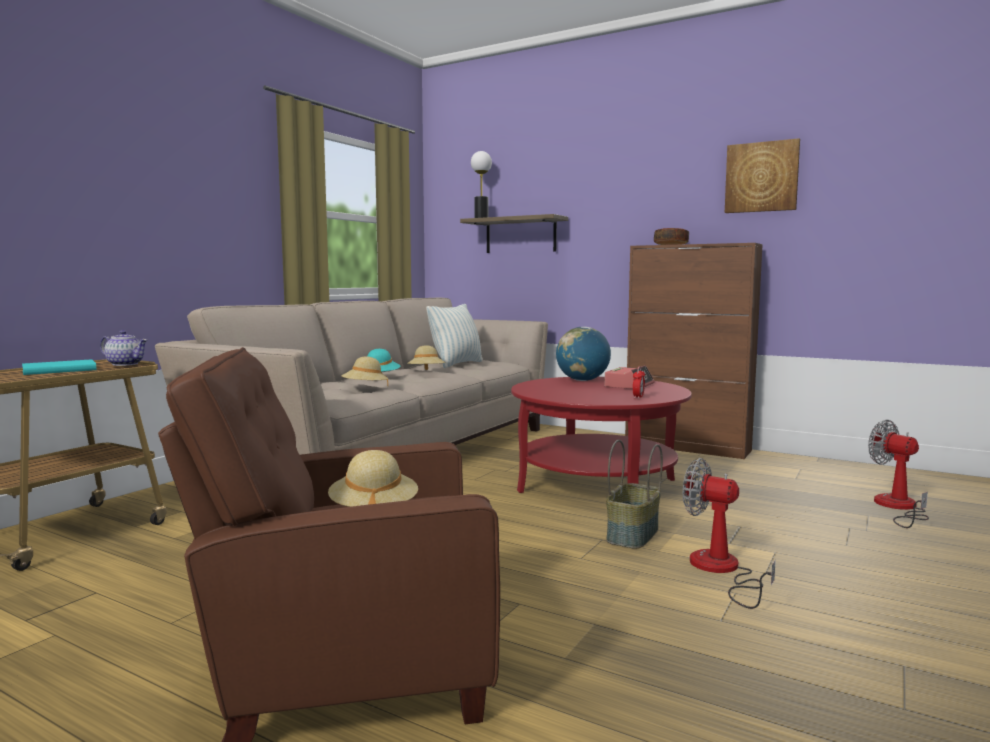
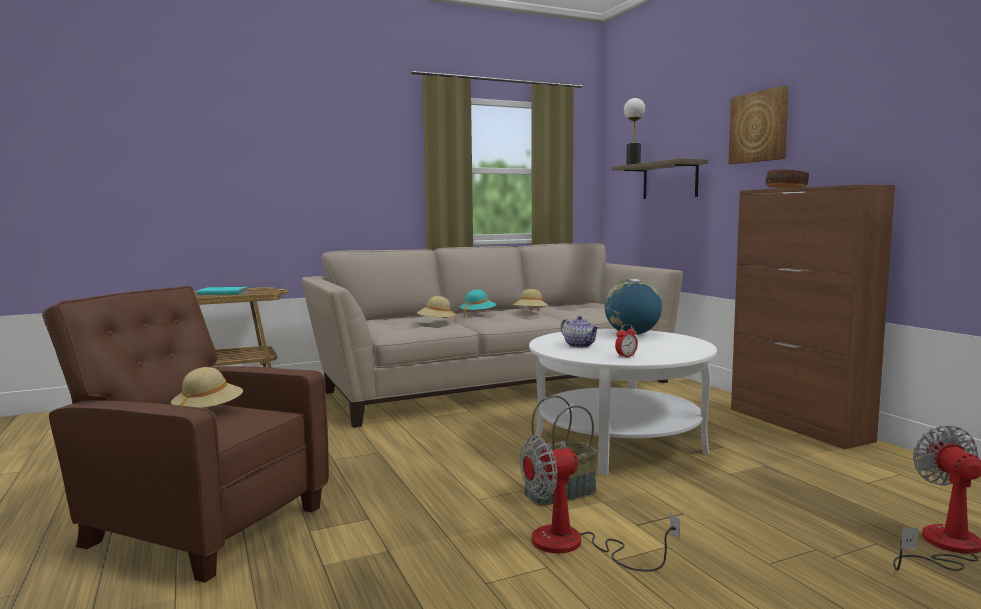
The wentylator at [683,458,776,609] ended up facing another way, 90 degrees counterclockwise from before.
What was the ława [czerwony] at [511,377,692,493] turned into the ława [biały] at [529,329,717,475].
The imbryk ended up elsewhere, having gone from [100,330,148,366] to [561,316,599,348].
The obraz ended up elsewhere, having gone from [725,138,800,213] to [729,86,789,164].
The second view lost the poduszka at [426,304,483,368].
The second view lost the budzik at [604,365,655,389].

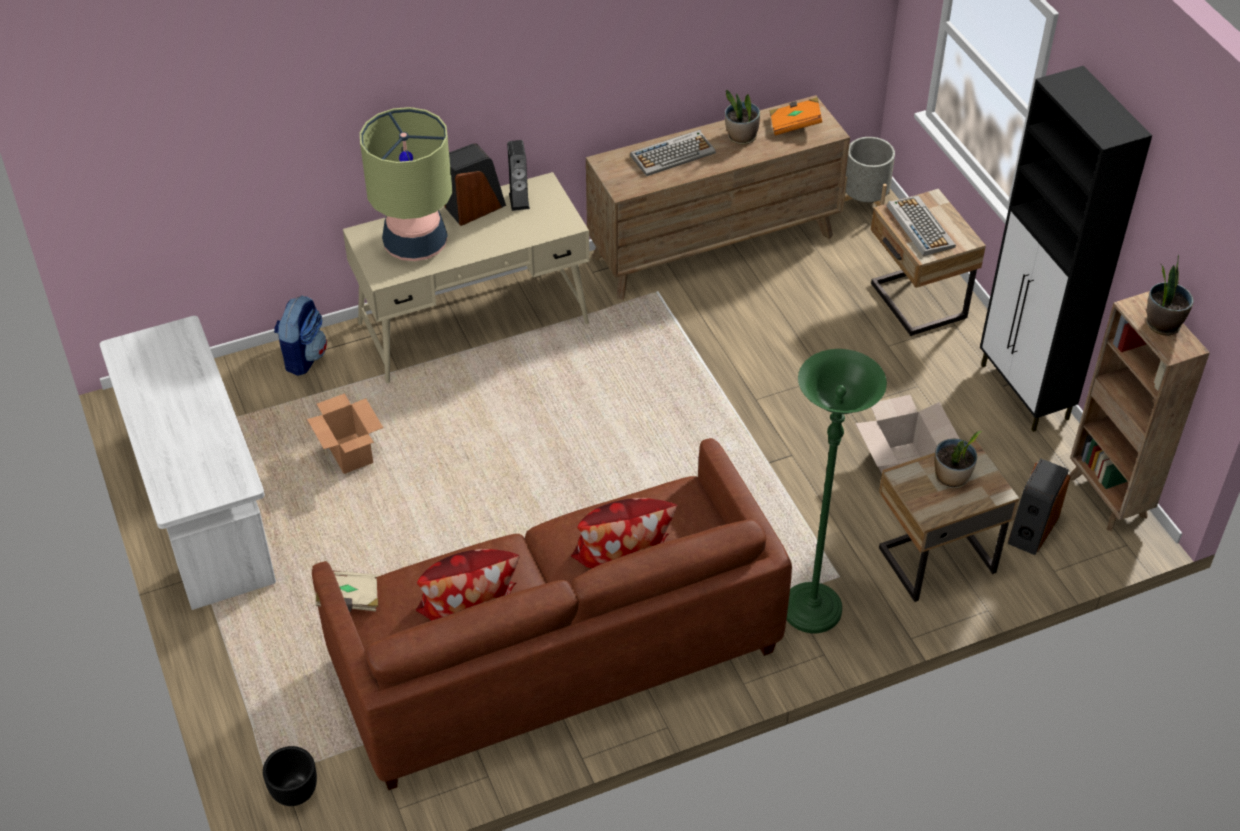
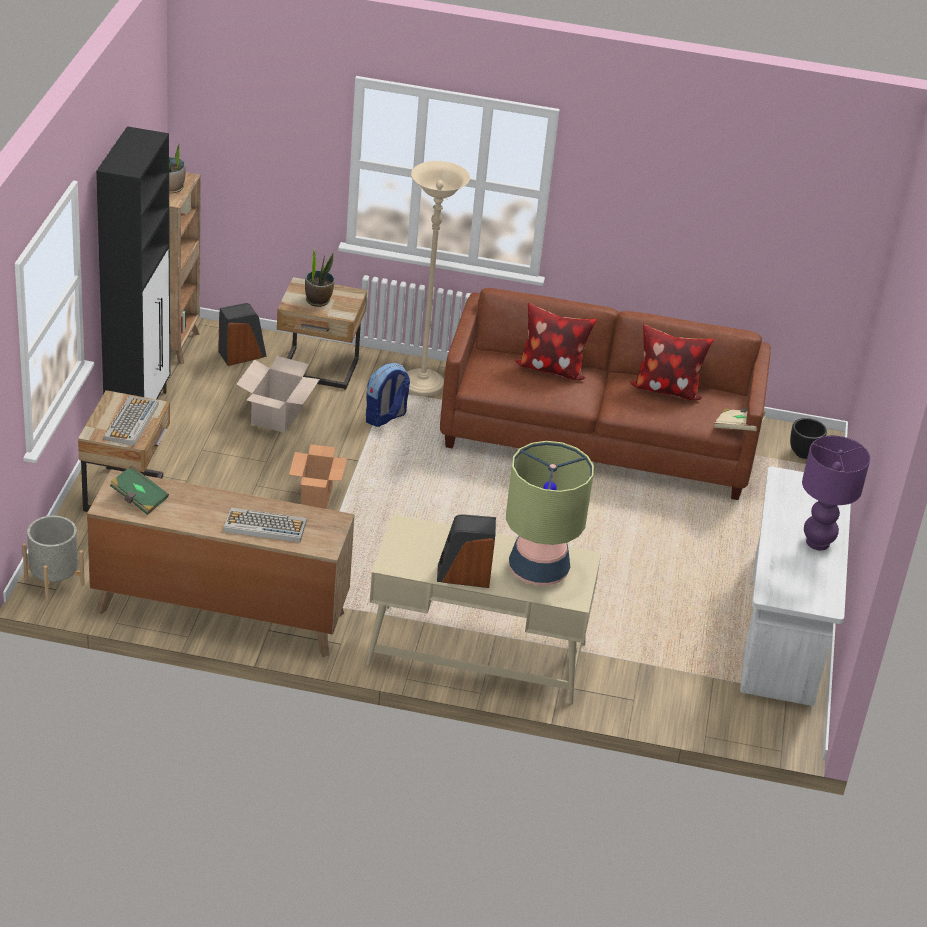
What was the książka [pomarańczowy] at [770,97,822,136] turned into the książka [zielony] at [110,465,169,515].
The karton ended up elsewhere, having gone from [307,393,383,474] to [289,444,347,509].
The plecak ended up elsewhere, having gone from [274,295,327,376] to [366,363,410,427].
What was the lampa stojąca [zielony] at [786,349,887,633] turned into the lampa stojąca [beżowy] at [407,161,470,397].
The second view gained the lampa stołowa [fioletowy] at [802,436,870,550].
The second view lost the głośnik at [507,140,530,211].
The second view lost the roślina doniczkowa at [725,89,760,145].

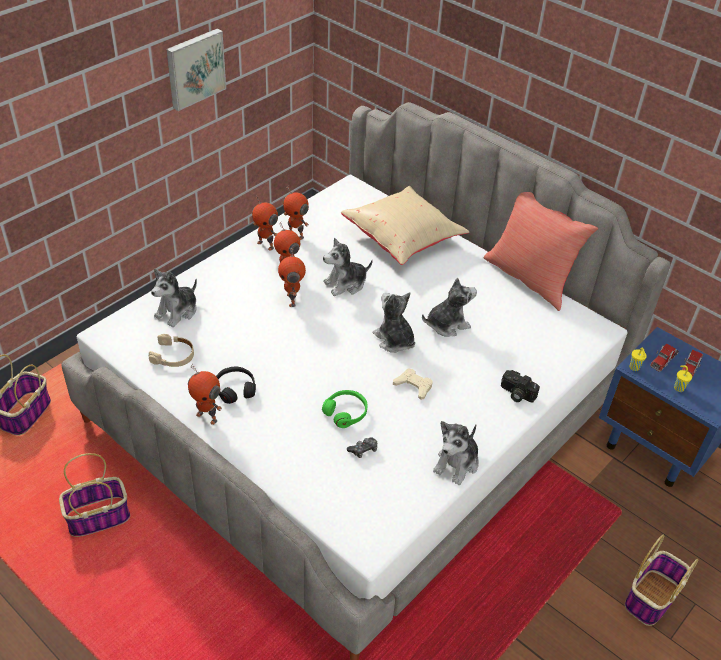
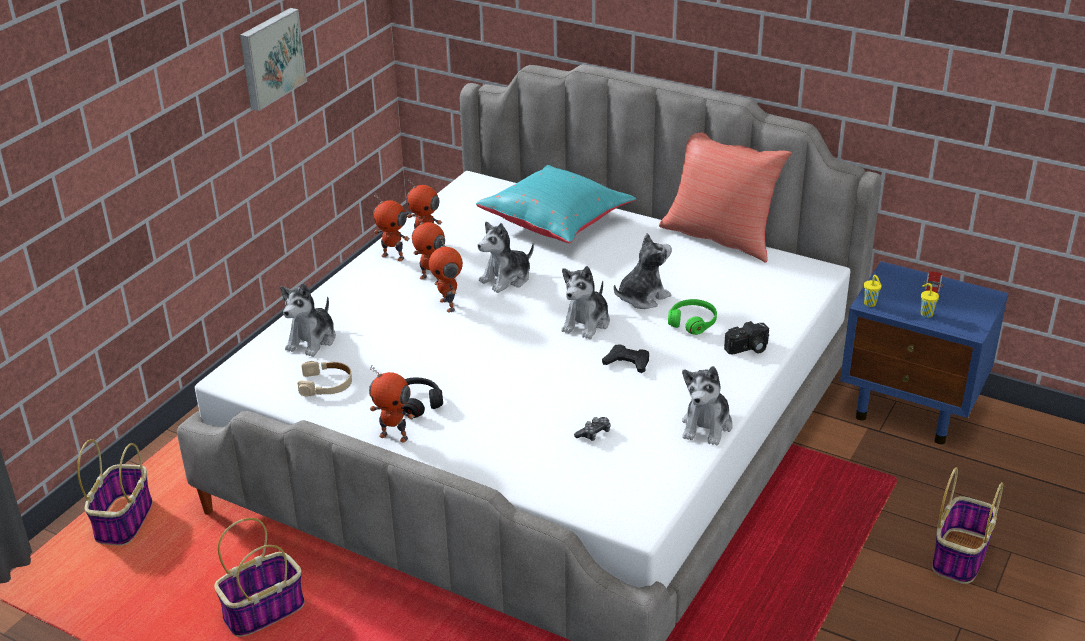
What was the poduszka [beżowy] at [341,186,469,265] turned into the poduszka [turkusowy] at [476,165,636,243].
The pluszak at [373,292,415,353] ended up facing another way, 105 degrees counterclockwise from before.
What was the pad do gier [beżowy] at [393,368,433,400] turned into the pad do gier [czarny] at [602,344,649,373].
The słuchawki [zielony] ended up elsewhere, having gone from [322,390,367,428] to [668,299,717,335].
The aparat fotograficzny at [501,370,540,403] ended up facing another way, 45 degrees counterclockwise from before.
The second view lost the ciężarówka zabawkowa at [650,343,679,372].

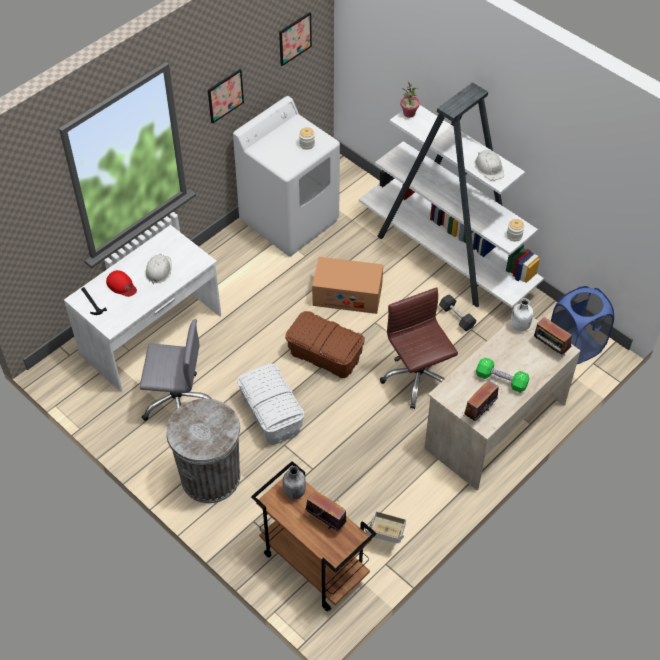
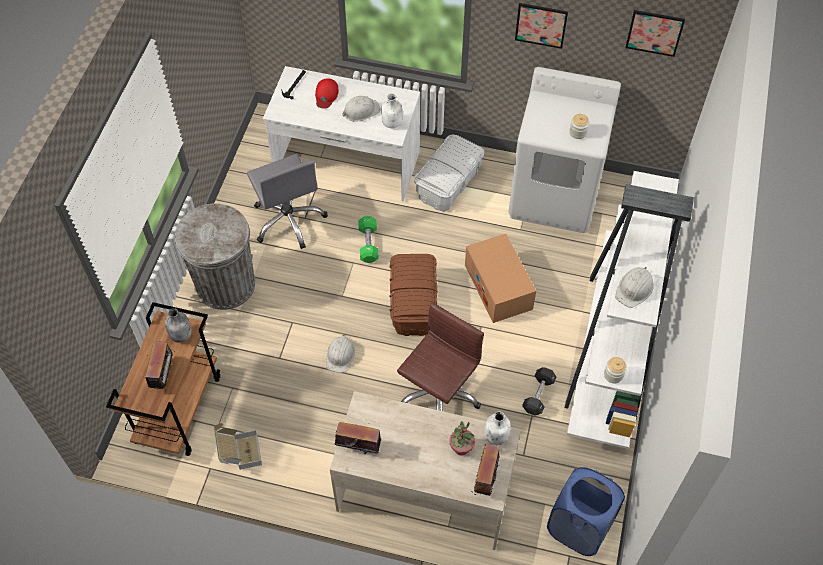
The second view gained the kask [biały] at [326,335,355,373].
The hantel [zielony] ended up elsewhere, having gone from [476,358,529,393] to [358,216,379,263].
The second view gained the butelka [biały] at [381,94,403,128].
The pojemnik do przechowywania [biały] ended up elsewhere, having gone from [237,364,304,444] to [414,134,484,212].
The roślina doniczkowa ended up elsewhere, having gone from [400,82,420,118] to [450,421,475,456].

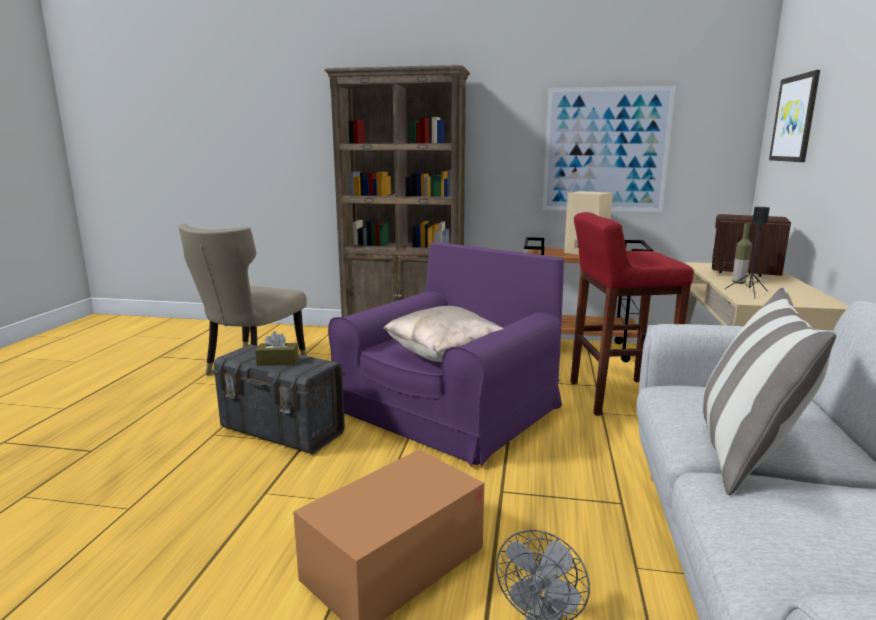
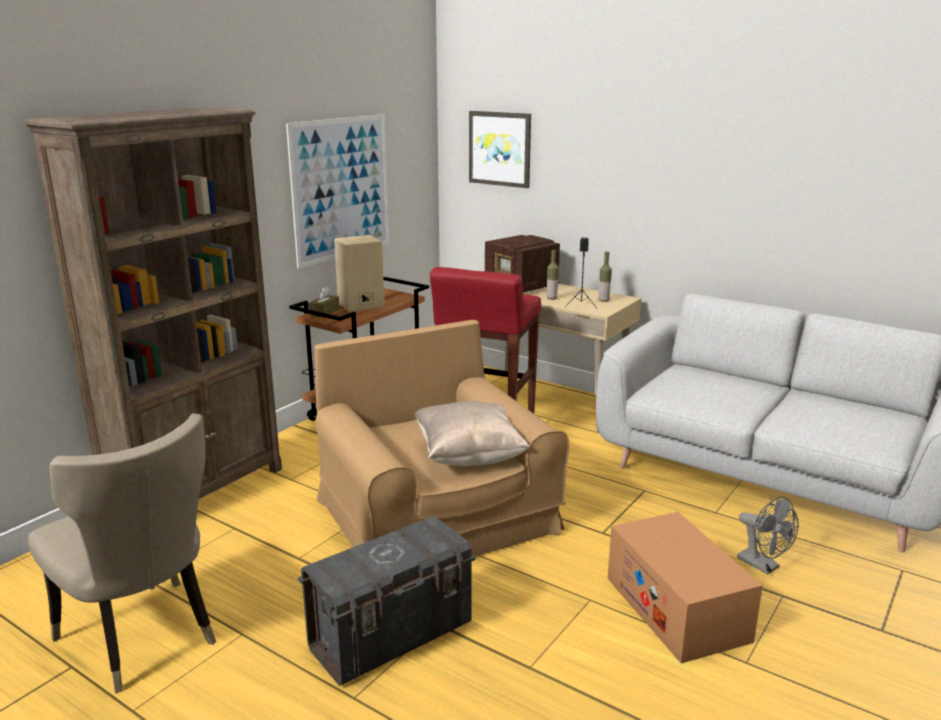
The pudełko chusteczek [brązowy] ended up elsewhere, having gone from [255,332,299,366] to [308,287,340,318].
What was the fotel [fioletowy] at [328,242,564,467] turned into the fotel [brązowy] at [314,320,570,557].
The second view gained the butelka at [599,252,612,302].
The second view lost the poduszka at [703,287,836,496].

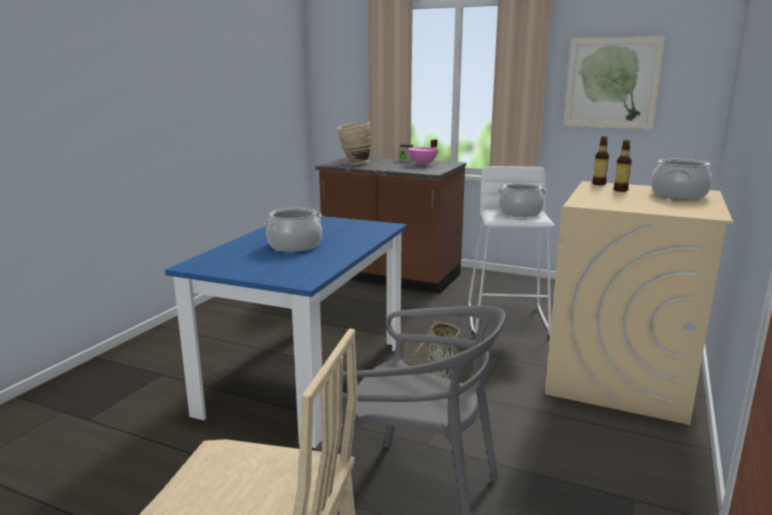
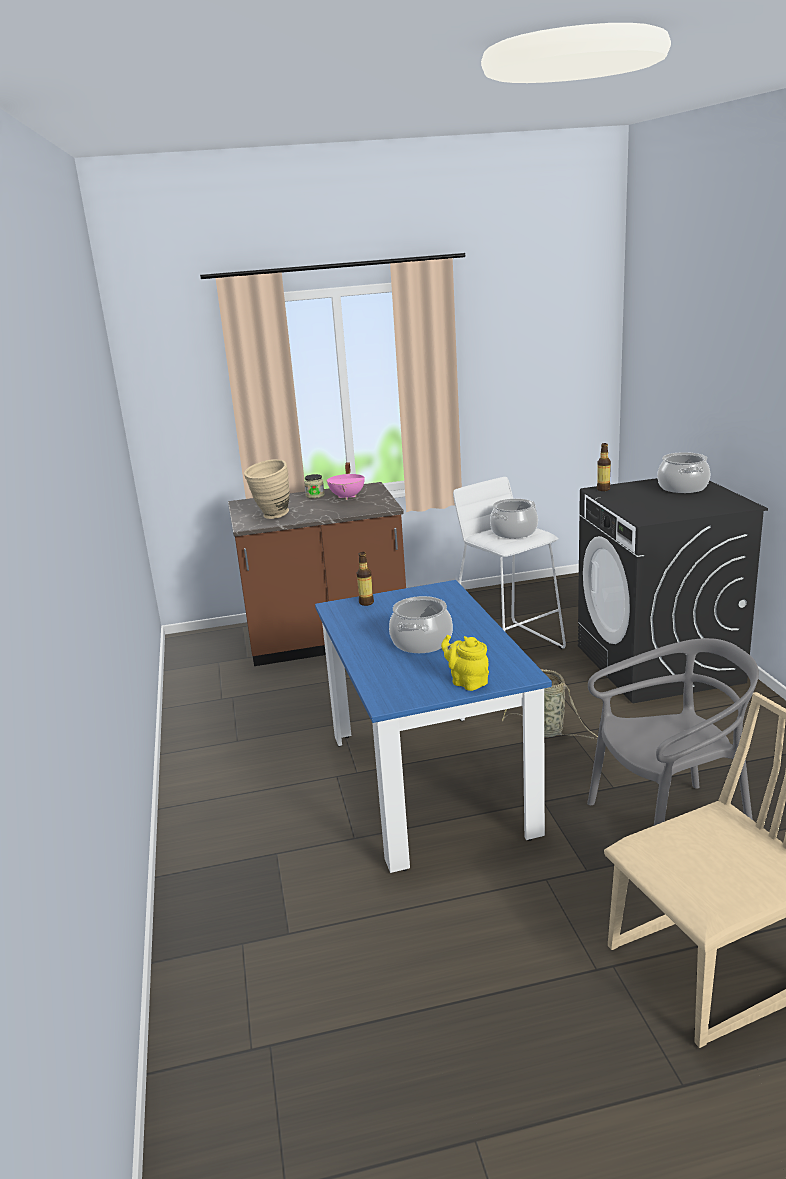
The butelka ended up elsewhere, having gone from [614,140,632,192] to [357,552,374,606].
The second view gained the imbryk [żółty] at [441,635,489,691].
What was the pralka [beżowy] at [545,181,733,425] turned into the pralka [czarny] at [578,478,768,703].
The second view lost the obraz at [564,36,665,129].

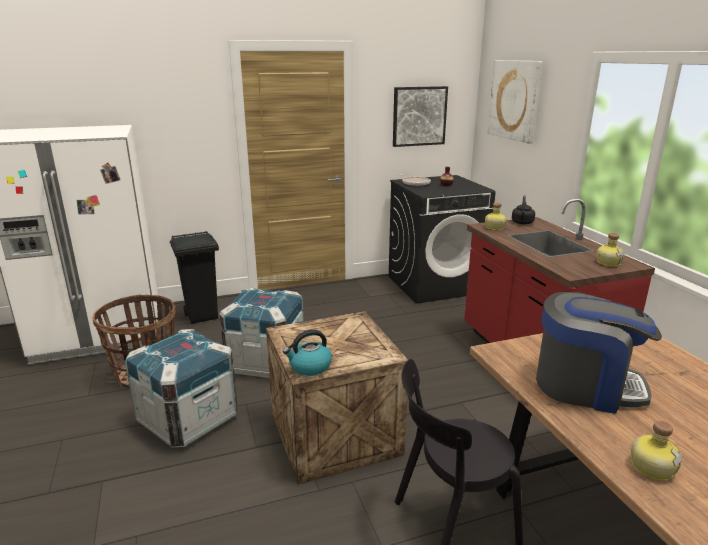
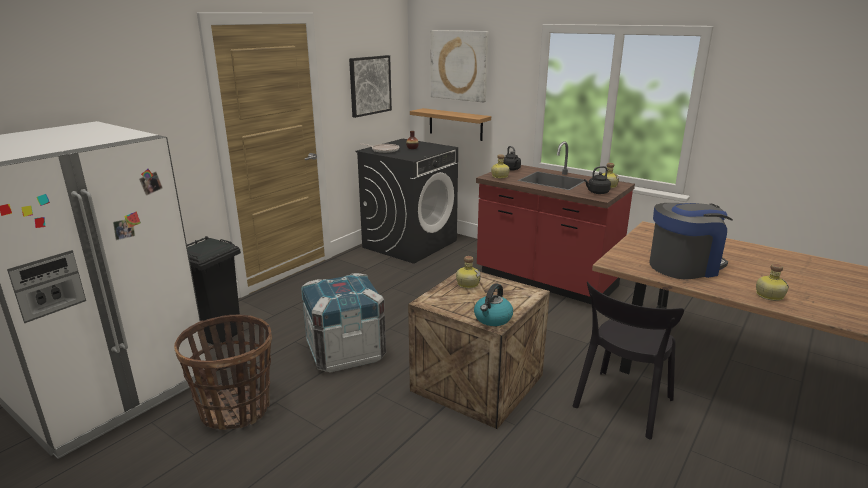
The second view gained the półka at [410,108,491,141].
The second view gained the butelka at [456,256,481,289].
The second view gained the czajnik [czarny] at [584,166,611,194].
The second view lost the skrzynka at [125,329,238,448].

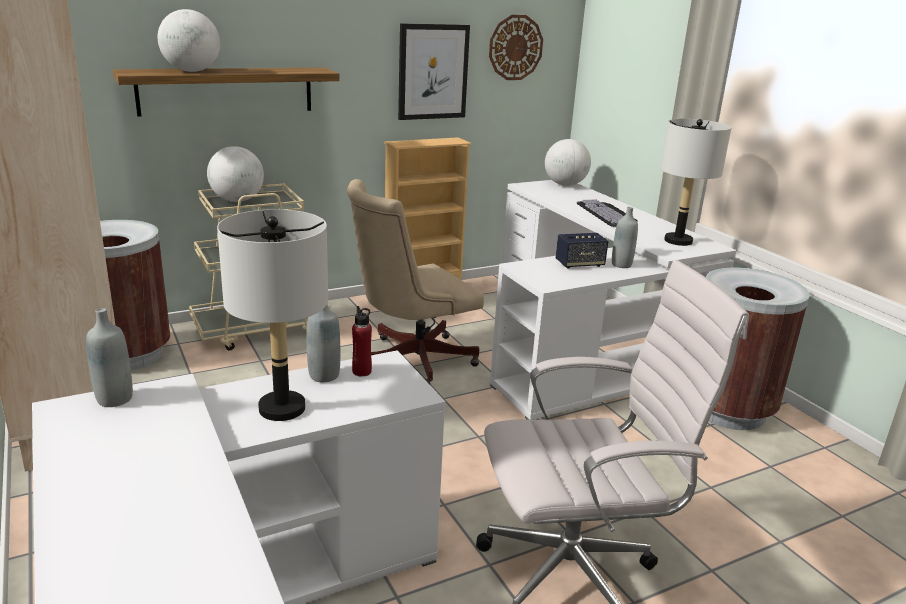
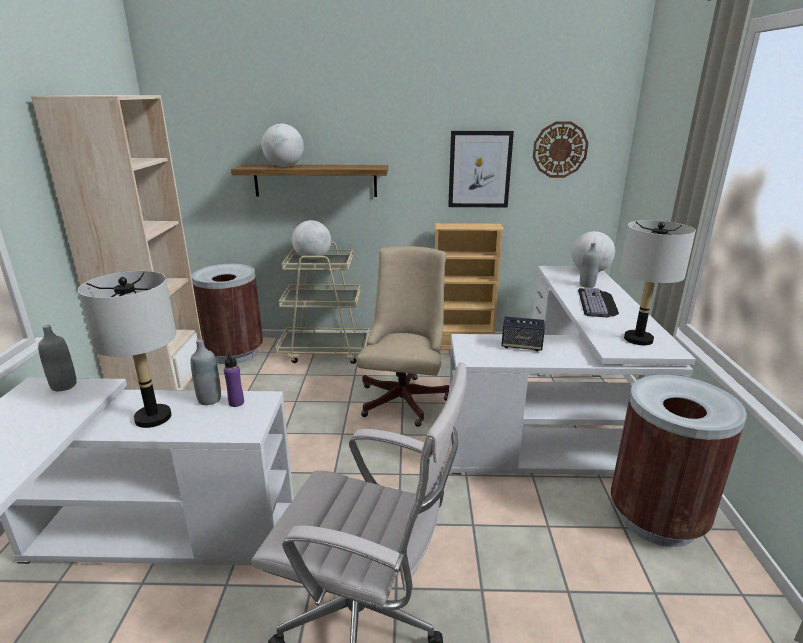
What was the butelka [czerwony] at [352,306,372,376] turned into the butelka [fioletowy] at [224,352,244,407].
The krzesło biurowe [beżowy] at [347,179,484,384] ended up facing another way, 105 degrees clockwise from before.
The butelka [szary] ended up elsewhere, having gone from [612,207,638,268] to [580,243,600,288].

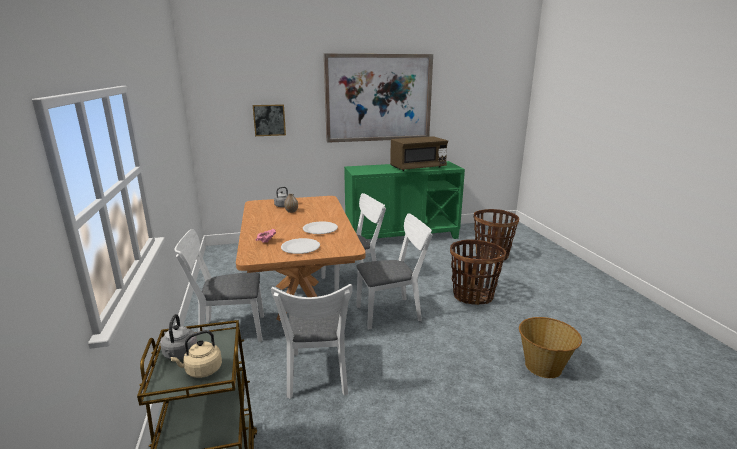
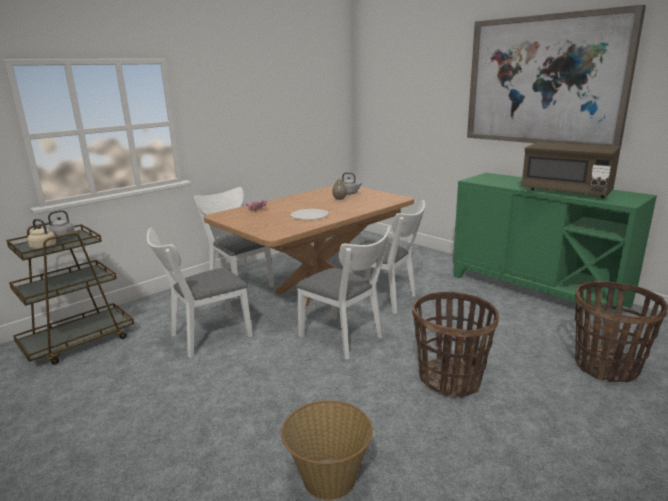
The second view lost the obraz at [253,104,286,136].
The second view lost the talerz [biały] at [281,238,320,254].

